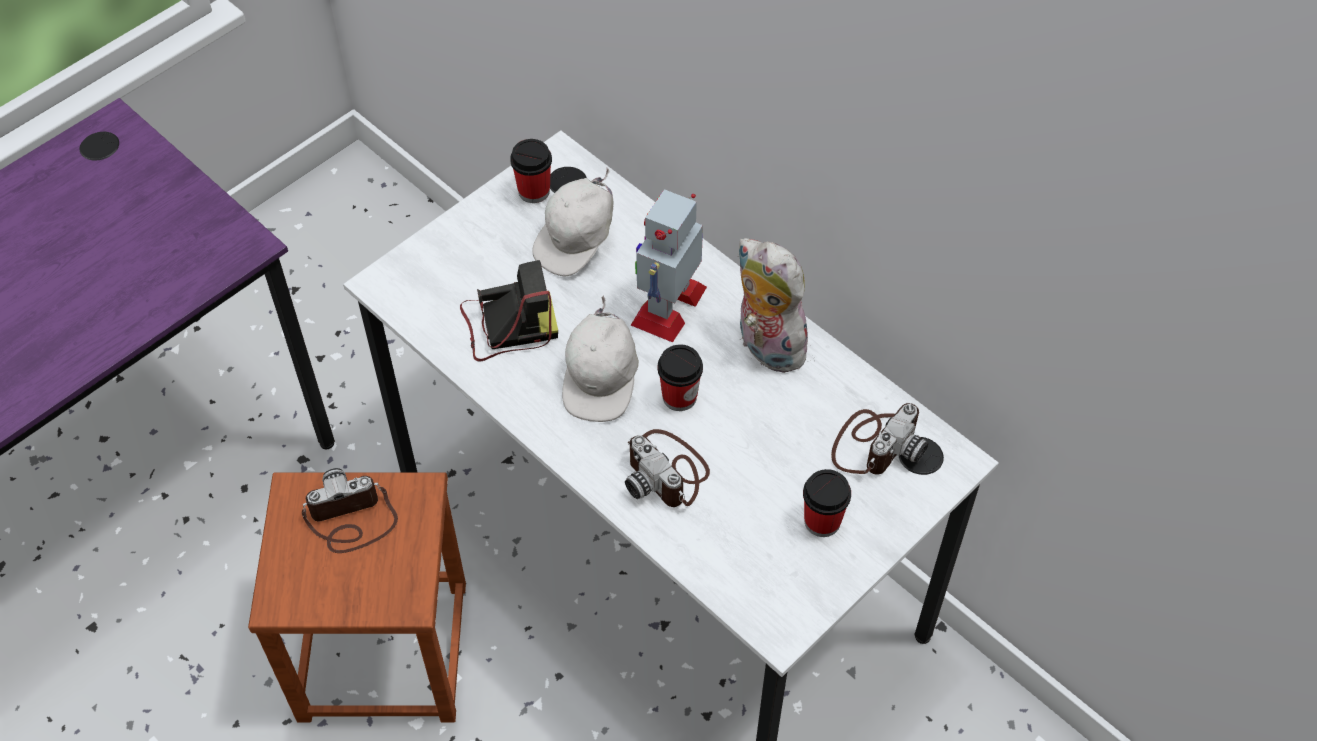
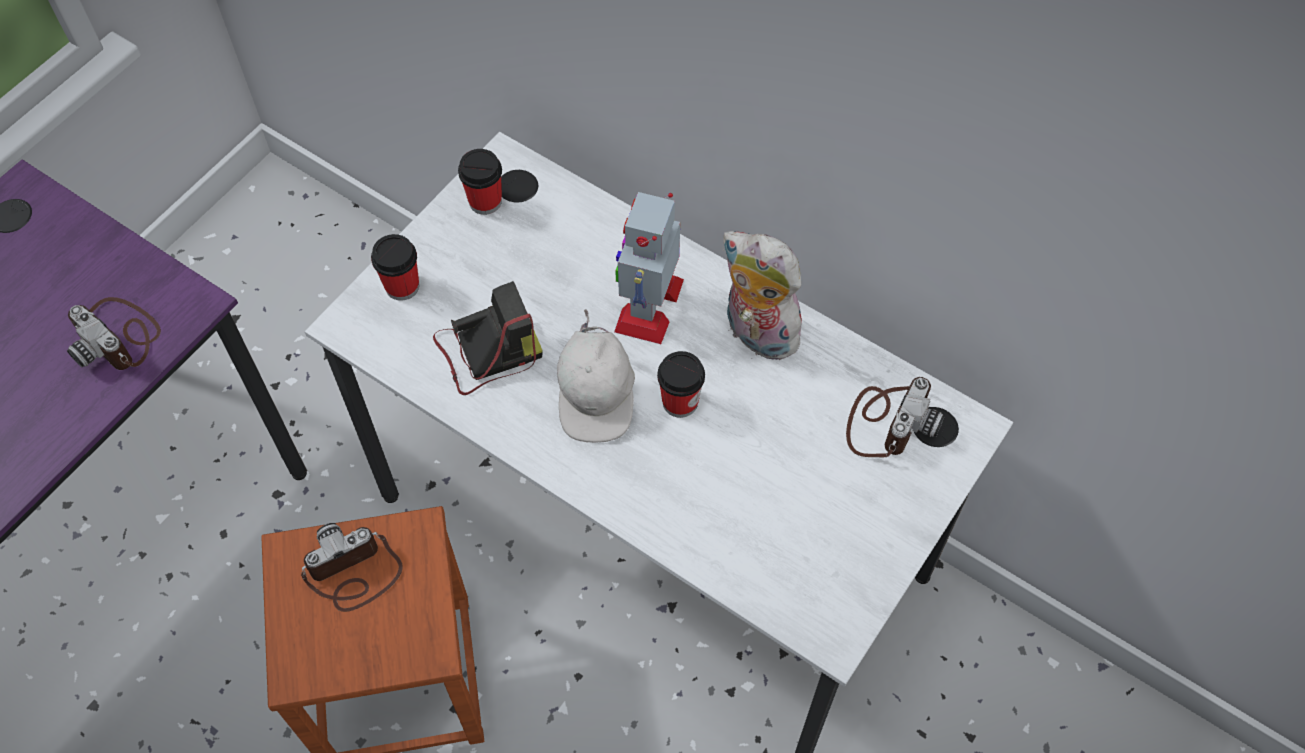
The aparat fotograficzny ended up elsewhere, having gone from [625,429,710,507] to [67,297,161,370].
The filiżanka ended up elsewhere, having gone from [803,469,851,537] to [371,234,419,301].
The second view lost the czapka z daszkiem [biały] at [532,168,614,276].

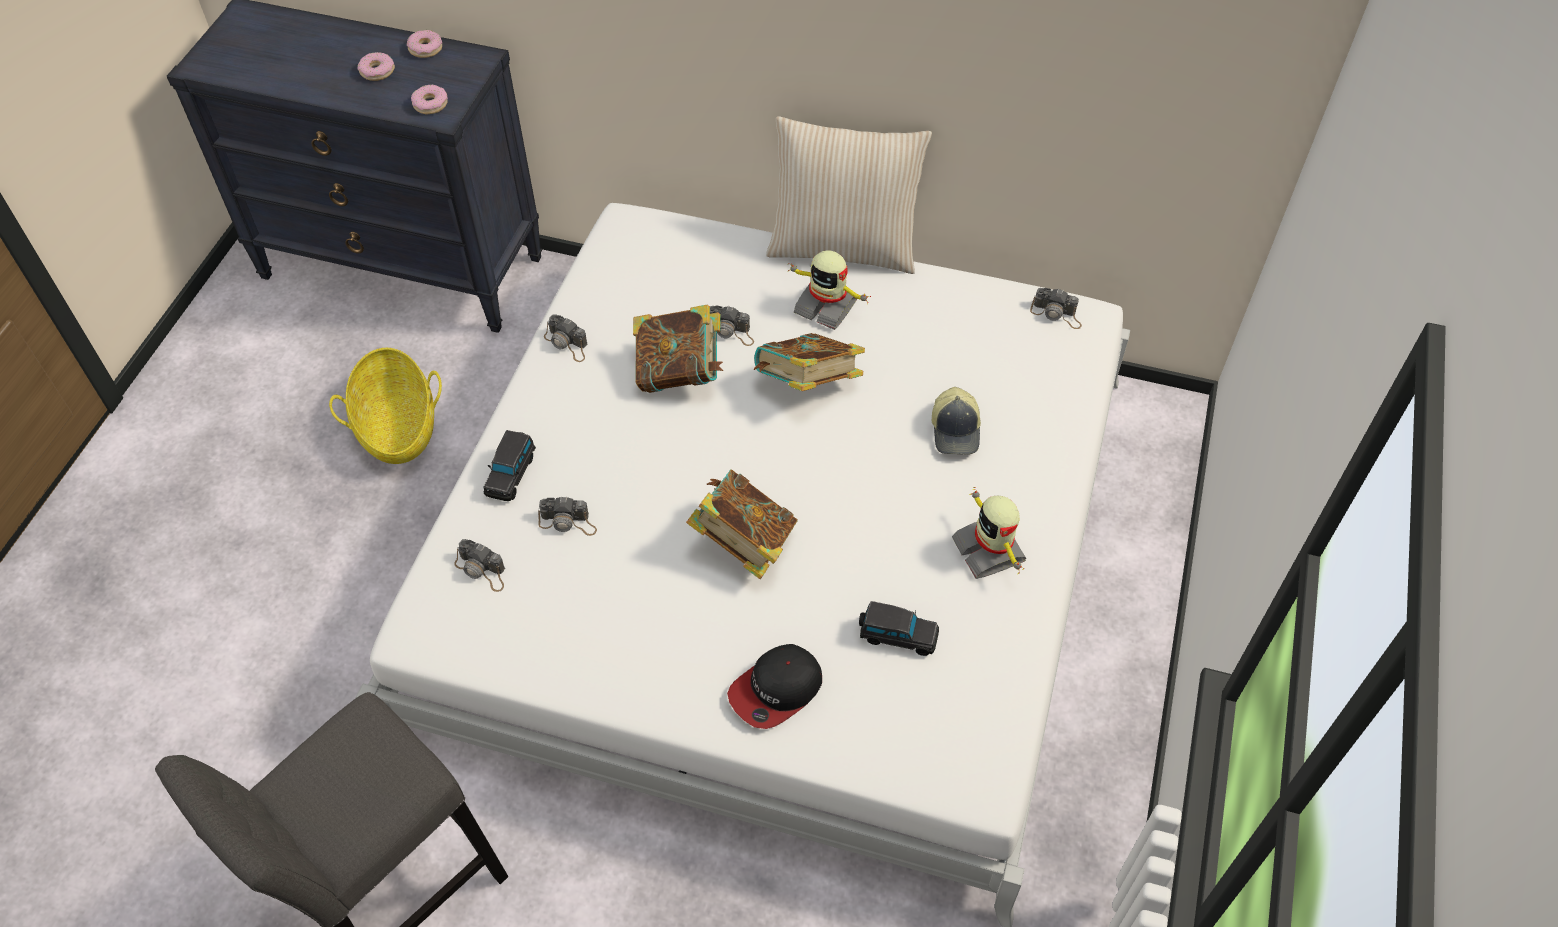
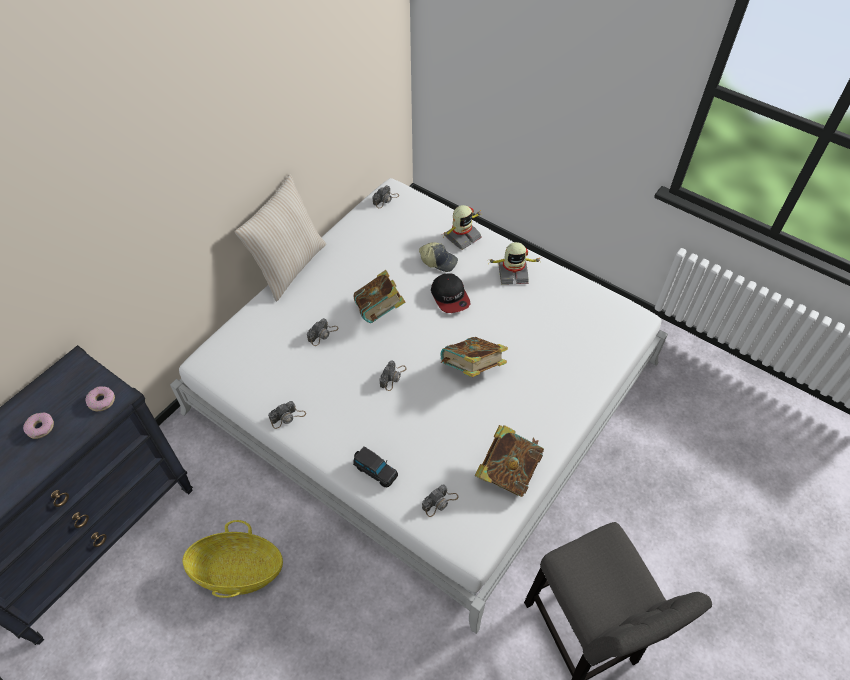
The aparat fotograficzny ended up elsewhere, having gone from [538,496,597,536] to [380,360,406,391].
The czapka z daszkiem ended up elsewhere, having gone from [727,644,822,729] to [431,274,470,313].
The robot zabawkowy ended up elsewhere, having gone from [786,250,871,330] to [443,205,482,250].
The książka ended up elsewhere, having gone from [633,305,723,393] to [475,425,544,497].
The second view lost the donut at [407,30,442,58].
The second view lost the samochodzik [czarny] at [859,601,939,656].

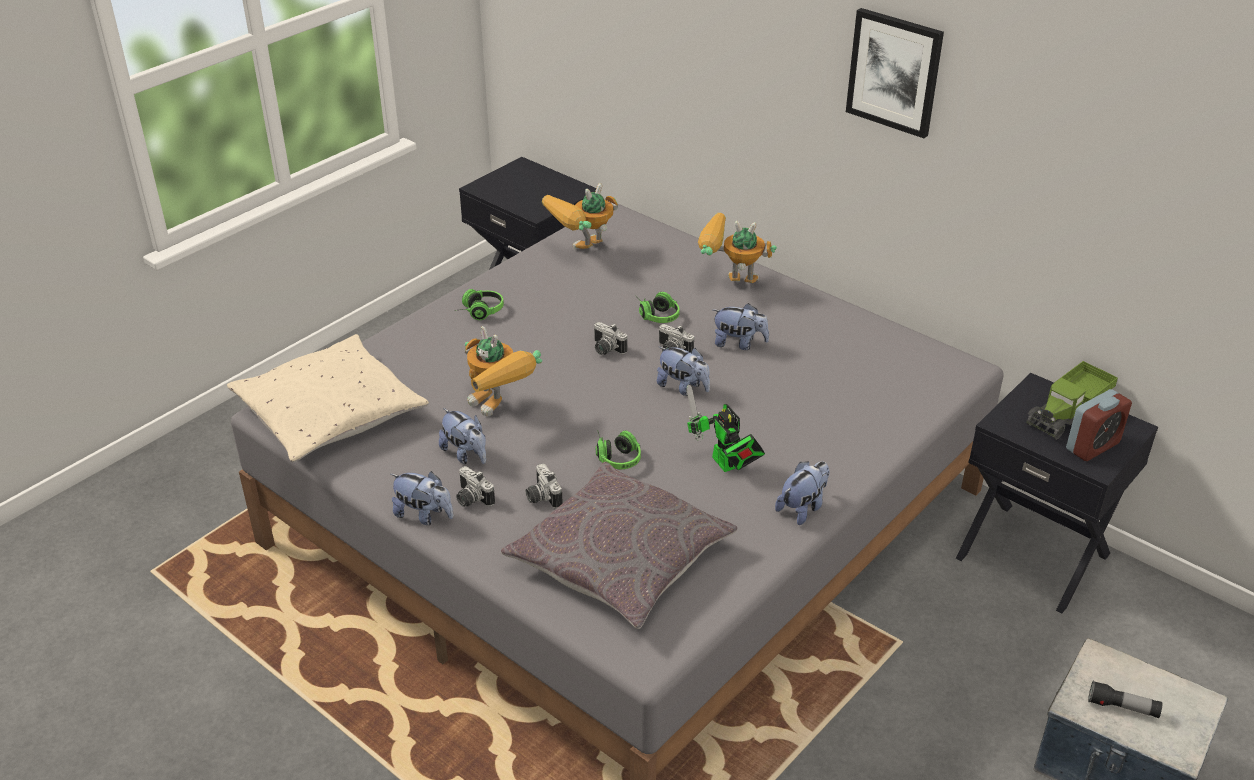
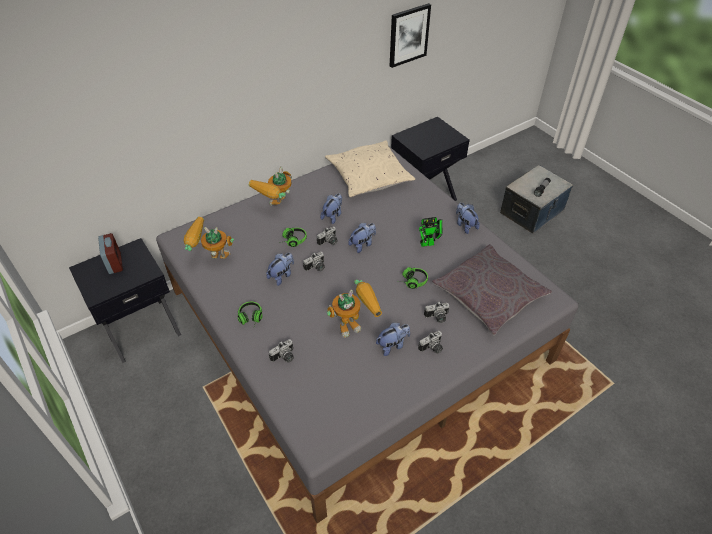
The budzik ended up elsewhere, having gone from [1066,389,1132,461] to [98,233,123,274].
The robot zabawkowy at [542,183,618,249] ended up facing another way, 120 degrees clockwise from before.
The pluszak ended up elsewhere, having gone from [391,471,454,525] to [266,253,294,286].
The second view gained the aparat fotograficzny at [269,339,294,362].
The poduszka [beżowy] ended up elsewhere, having gone from [227,334,429,462] to [325,140,415,198].
The obraz ended up elsewhere, having gone from [846,8,944,138] to [390,3,431,68].
The second view lost the ciężarówka zabawkowa at [1026,361,1118,440].

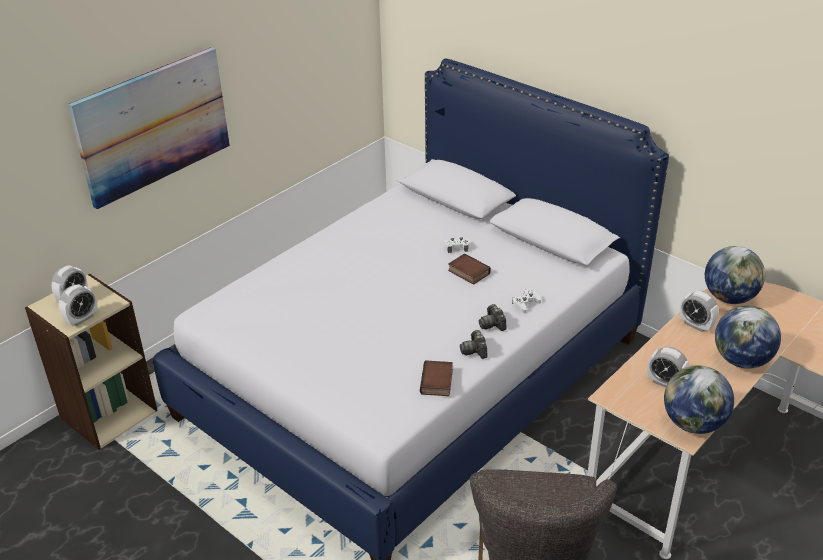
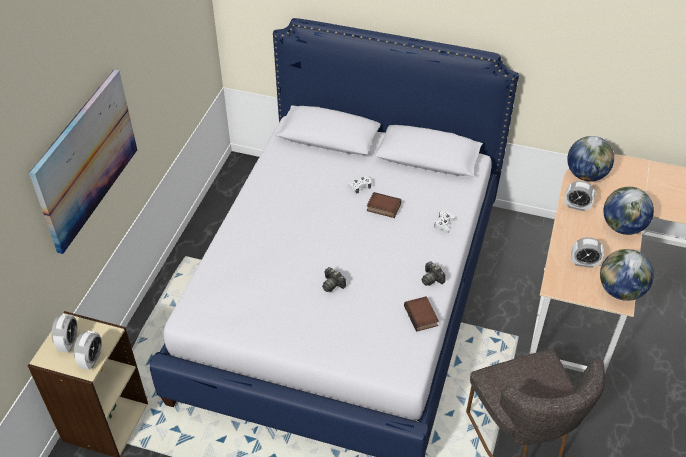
The aparat fotograficzny ended up elsewhere, having gone from [479,304,506,331] to [322,267,346,292].

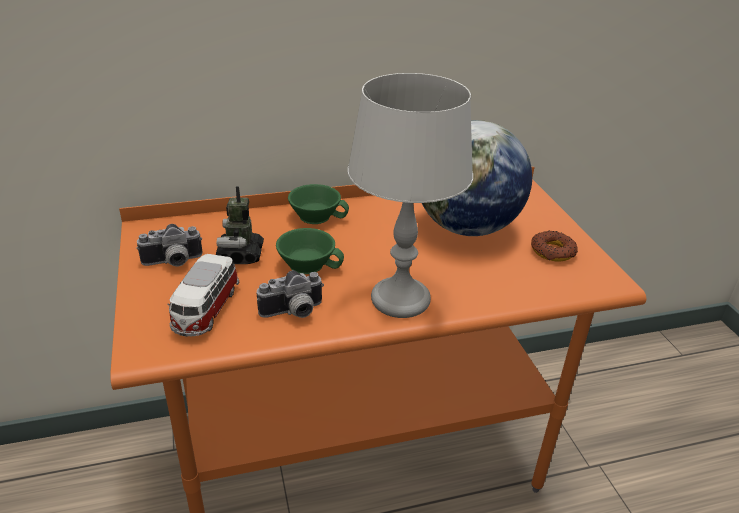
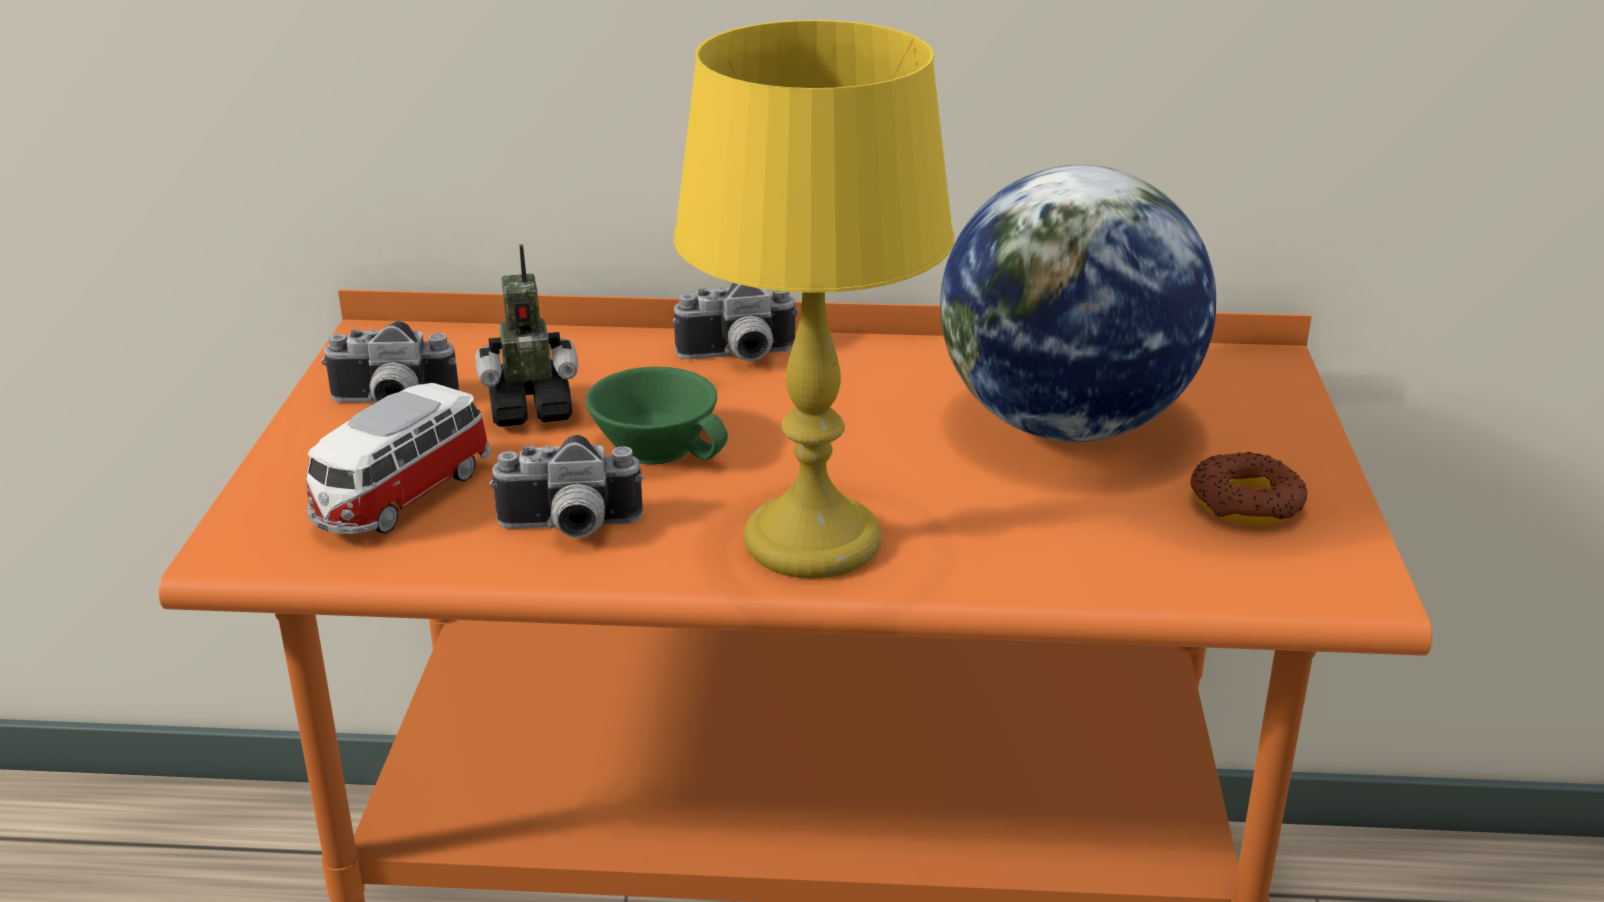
The robot zabawkowy at [216,186,264,264] ended up facing another way, 120 degrees counterclockwise from before.
Where the filiżanka [zielony] stood at [288,184,349,224], the aparat fotograficzny came to stand at [673,283,799,361].
What was the lampa stołowa [szary] at [347,73,473,318] turned into the lampa stołowa [żółty] at [674,20,954,579].

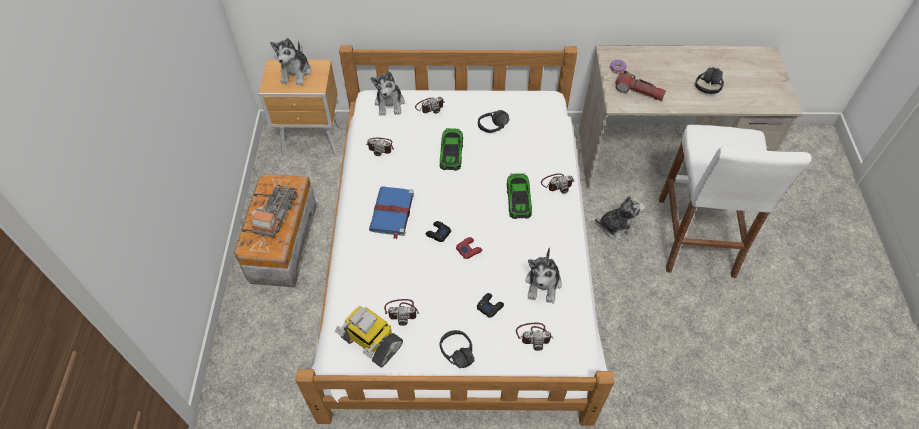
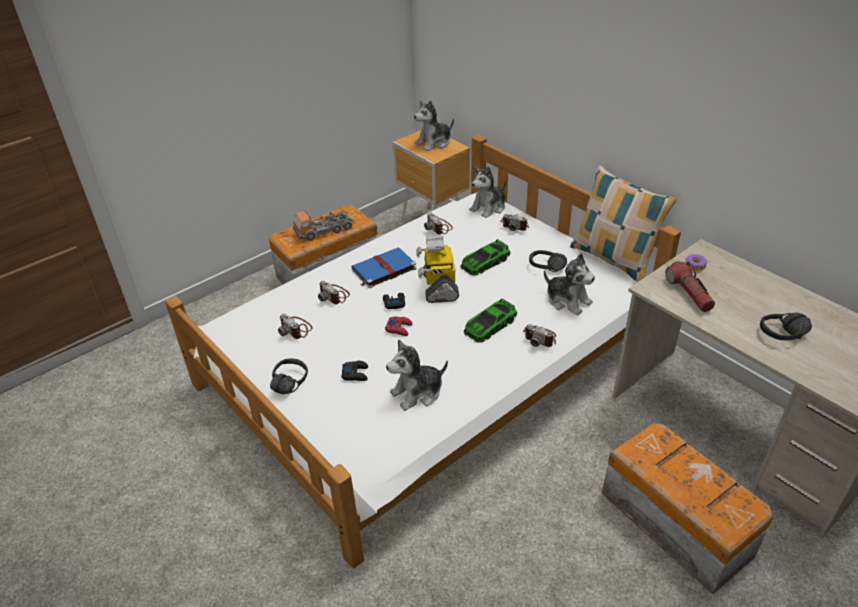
The aparat fotograficzny ended up elsewhere, having gone from [516,323,553,351] to [318,281,350,304].
The robot zabawkowy ended up elsewhere, having gone from [335,306,403,368] to [416,236,459,303].
The pluszak ended up elsewhere, having gone from [595,196,645,239] to [544,253,595,315].
The second view gained the poduszka at [570,165,676,282].
Where the stołek [biały] stood at [659,125,812,278], the pojemnik do przechowywania came to stand at [602,423,773,594].

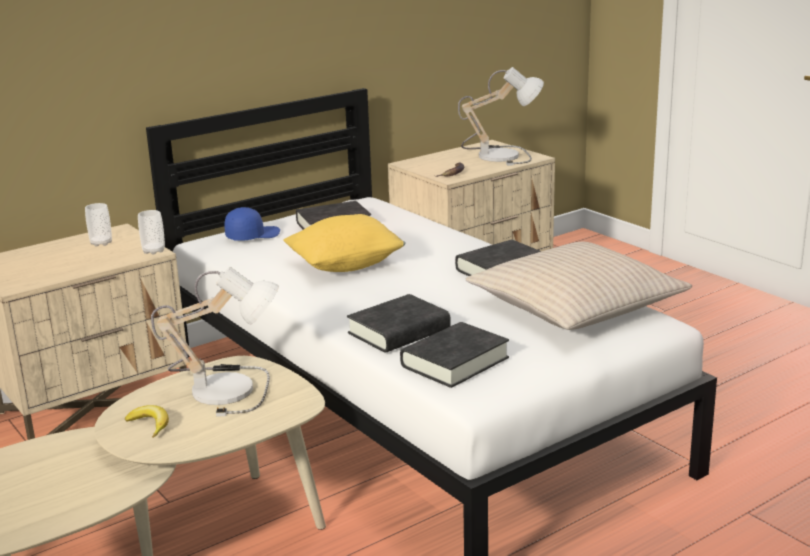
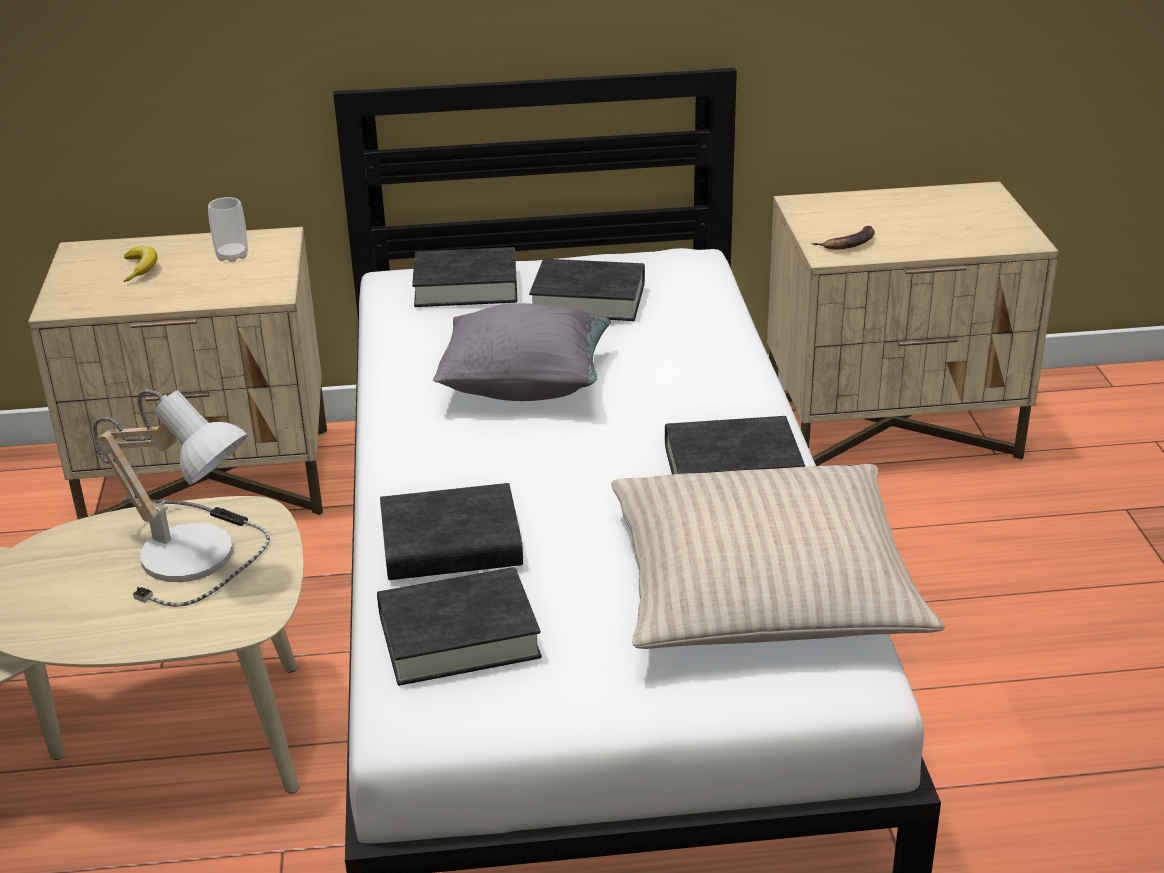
The banan ended up elsewhere, having gone from [125,405,169,438] to [124,246,157,282].
Where the czapka z daszkiem [niebieski] stood at [224,207,280,241], the książka [czarny] came to stand at [412,247,517,307].
What was the poduszka [żółty] at [283,214,406,272] turned into the poduszka [szary] at [433,303,611,401].
The second view lost the filiżanka at [138,210,165,255].
The second view lost the lampa stołowa at [458,67,544,166].

